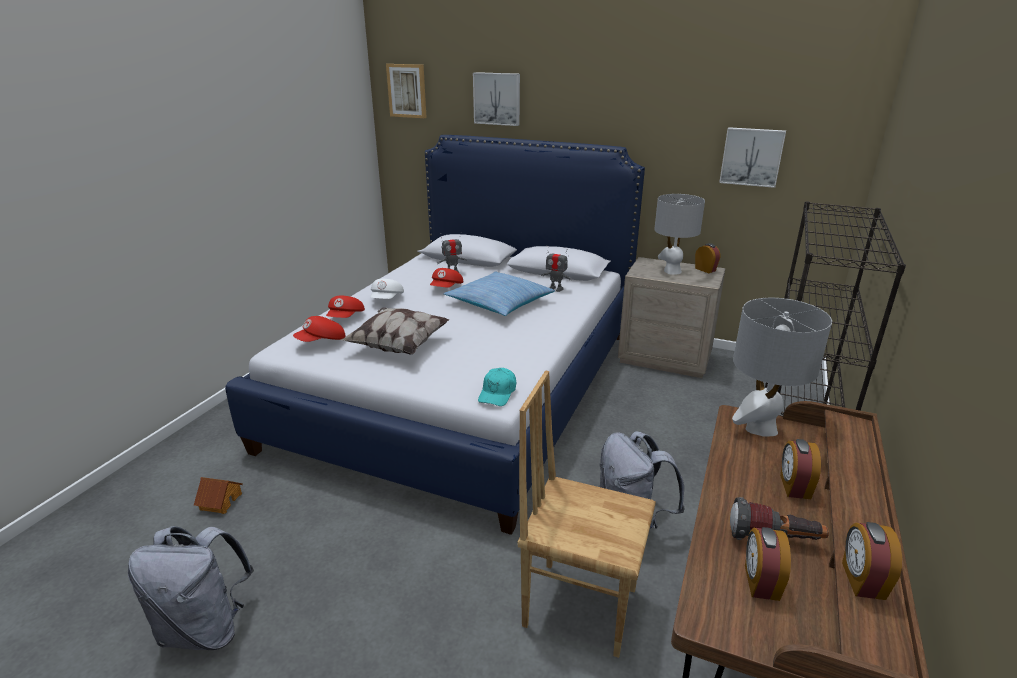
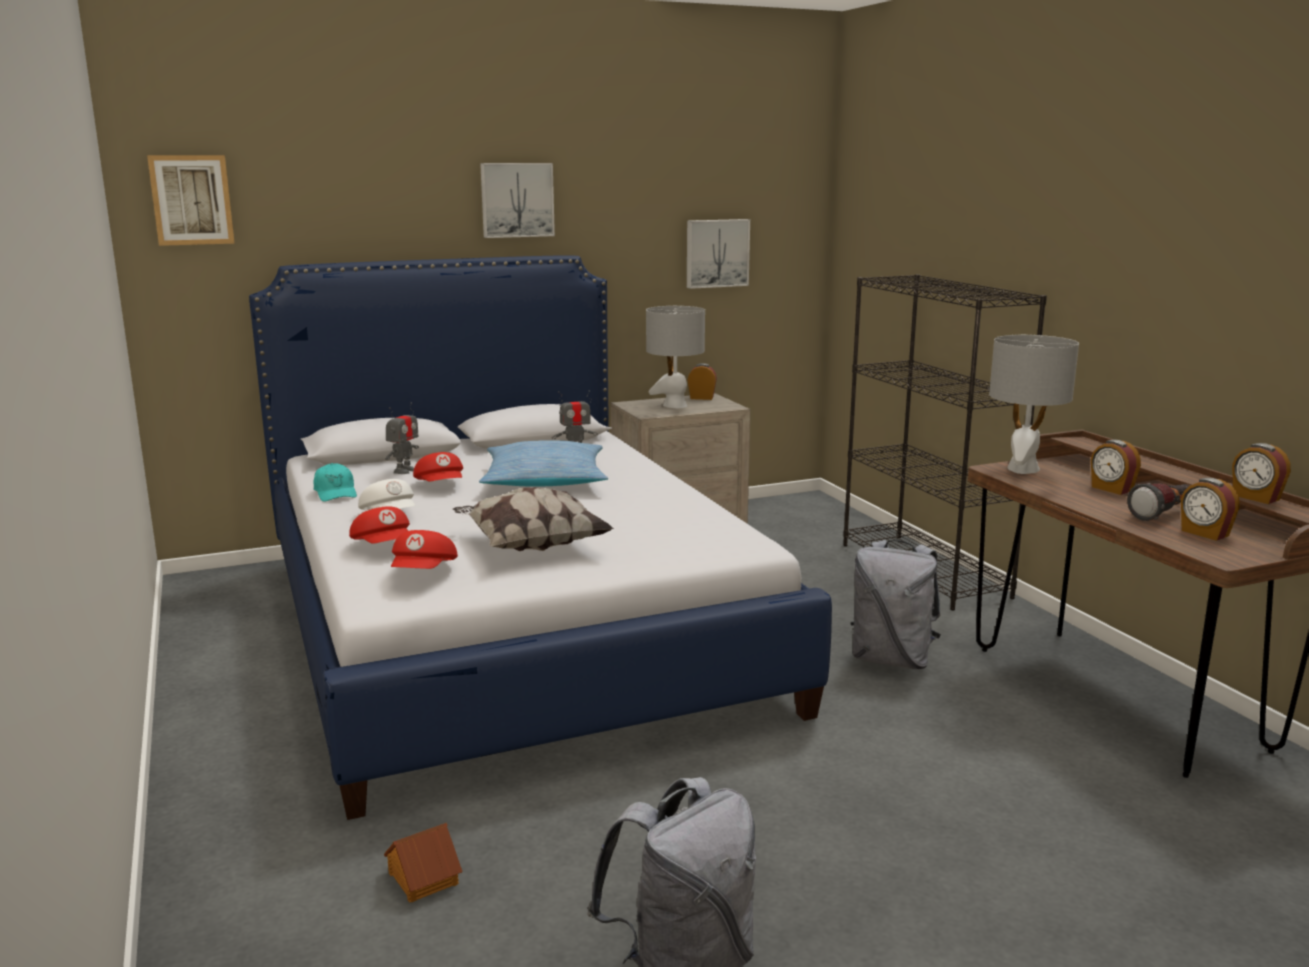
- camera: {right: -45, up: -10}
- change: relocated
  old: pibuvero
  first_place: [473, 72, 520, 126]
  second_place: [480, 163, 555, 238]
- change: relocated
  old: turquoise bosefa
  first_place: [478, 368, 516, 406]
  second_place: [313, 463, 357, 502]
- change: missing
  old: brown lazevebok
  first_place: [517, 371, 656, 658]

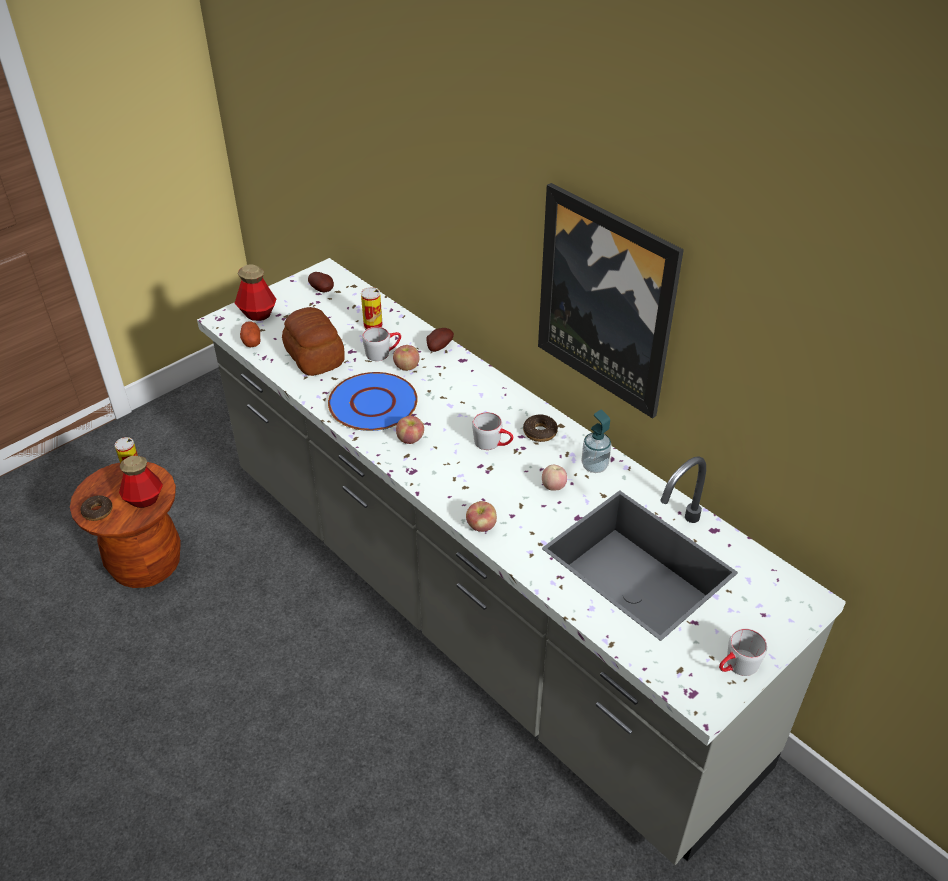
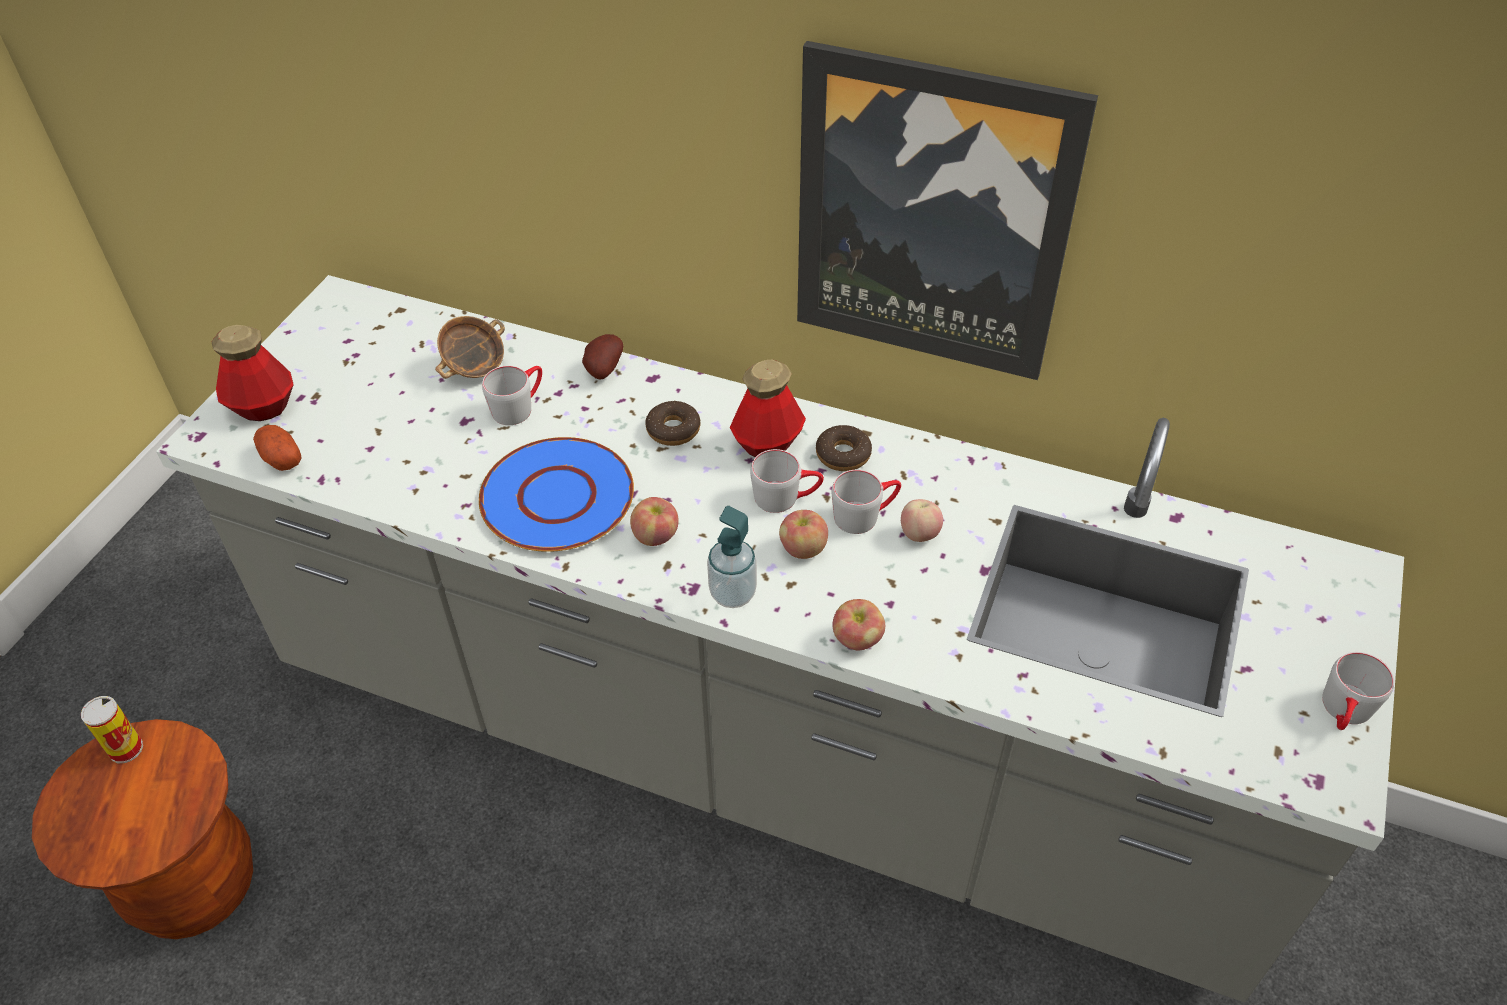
- camera: {right: -25, up: 5}
- change: missing
  old: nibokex
  first_place: [308, 272, 334, 292]
- change: exchanged
  old: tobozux
  new: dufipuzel
  first_place: [361, 287, 383, 330]
  second_place: [435, 316, 505, 379]
- change: missing
  old: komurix
  first_place: [282, 307, 345, 376]
- change: relocated
  old: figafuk
  first_place: [393, 345, 420, 371]
  second_place: [779, 510, 828, 559]
- change: relocated
  old: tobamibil
  first_place: [581, 410, 611, 473]
  second_place: [707, 506, 757, 608]
- change: relocated
  old: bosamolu
  first_place: [119, 456, 163, 508]
  second_place: [730, 360, 806, 457]
- change: relocated
  old: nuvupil
  first_place: [80, 495, 113, 521]
  second_place: [645, 400, 700, 446]
- change: appeared
  new: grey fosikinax
  second_place: [832, 470, 901, 534]

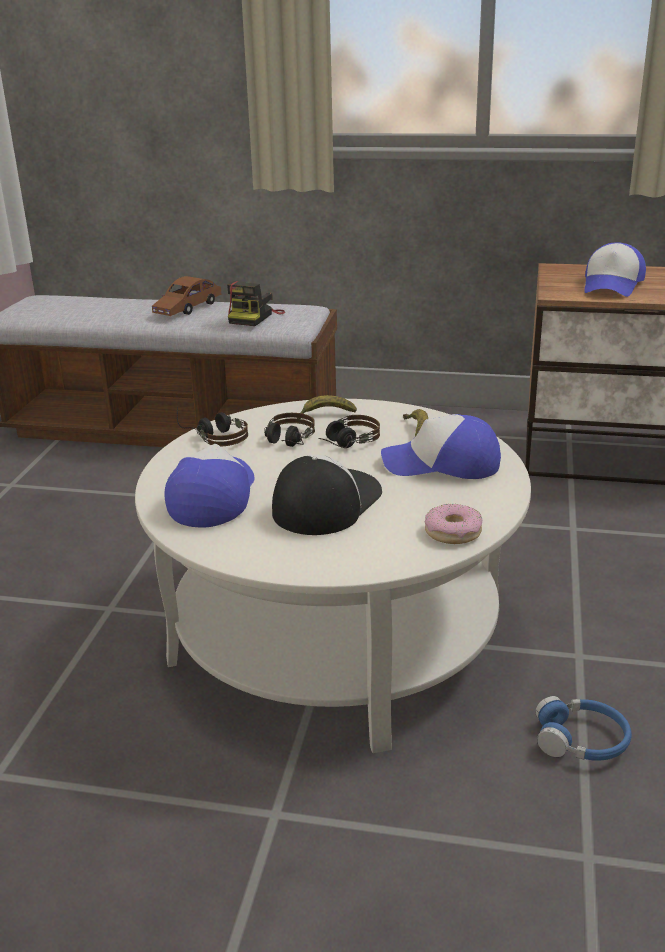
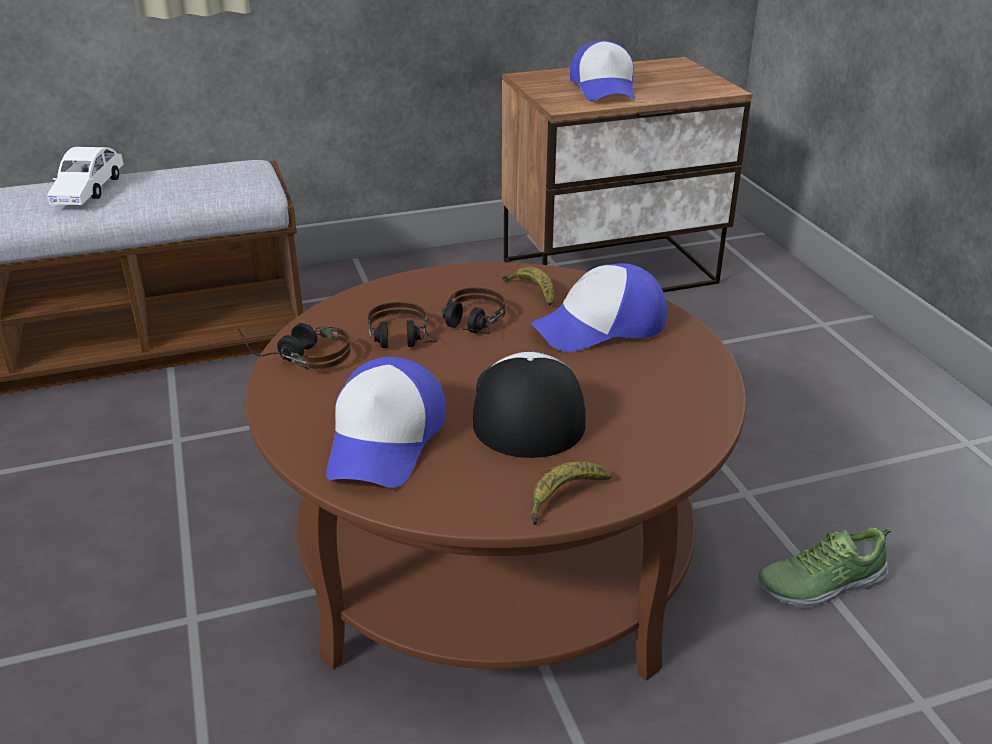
- camera: {right: -30, up: 5}
- change: colour
  old: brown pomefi
  new: white pomefi
  first_place: [152, 276, 222, 316]
  second_place: [47, 147, 123, 205]
- change: missing
  old: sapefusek
  first_place: [227, 281, 285, 326]
- change: relocated
  old: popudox
  first_place: [296, 395, 357, 419]
  second_place: [531, 461, 611, 525]
- change: colour
  old: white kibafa
  new: brown kibafa
  first_place: [135, 399, 531, 753]
  second_place: [246, 262, 746, 681]
- change: spun
  old: bosefa
  first_place: [164, 444, 255, 528]
  second_place: [326, 357, 446, 488]
  degrees: -150
- change: missing
  old: nuvupil
  first_place: [425, 504, 482, 544]
- change: exchanged
  old: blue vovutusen
  new: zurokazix
  first_place: [535, 696, 632, 761]
  second_place: [758, 527, 891, 609]

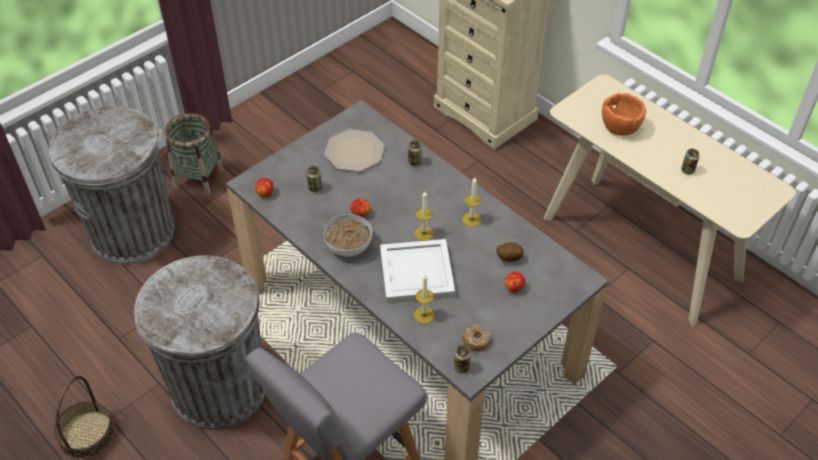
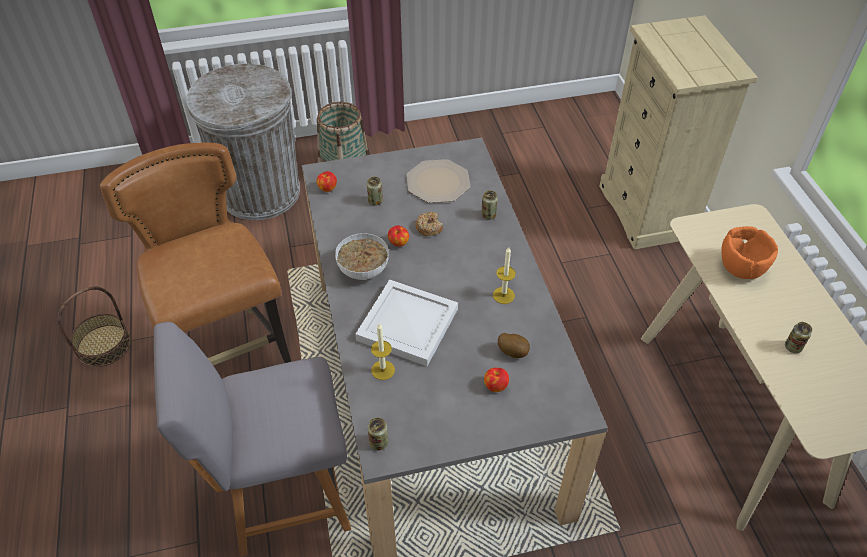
- camera: {right: 30, up: 0}
- change: missing
  old: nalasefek
  first_place: [415, 191, 434, 241]
- change: exchanged
  old: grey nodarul
  new: brown lazevebok
  first_place: [134, 255, 265, 430]
  second_place: [100, 142, 291, 365]
- change: relocated
  old: nuvupil
  first_place: [462, 324, 491, 351]
  second_place: [415, 212, 443, 236]

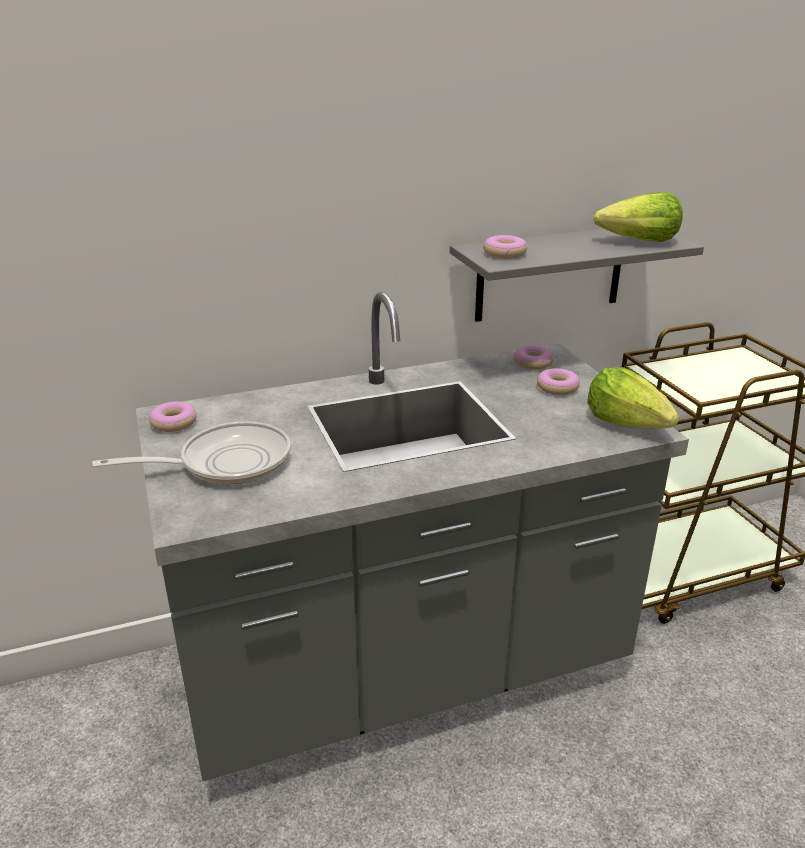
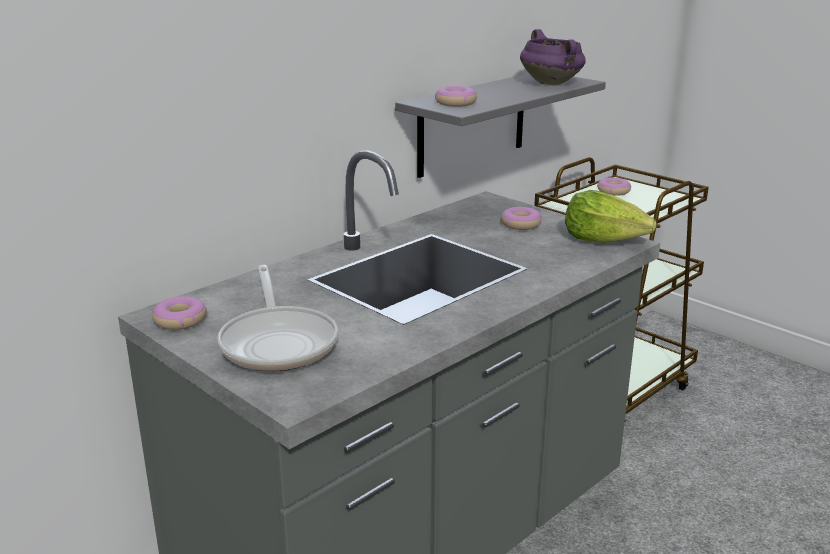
- camera: {right: -25, up: -5}
- change: exchanged
  old: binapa
  new: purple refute
  first_place: [593, 192, 683, 242]
  second_place: [520, 29, 586, 85]
- change: relocated
  old: nuvupil
  first_place: [513, 345, 554, 370]
  second_place: [597, 177, 631, 196]
- change: spun
  old: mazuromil
  first_place: [92, 421, 291, 484]
  second_place: [217, 265, 338, 371]
  degrees: 120

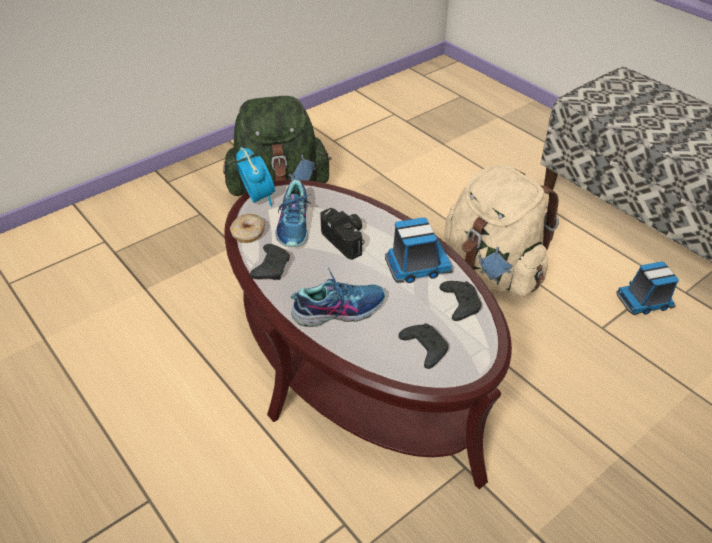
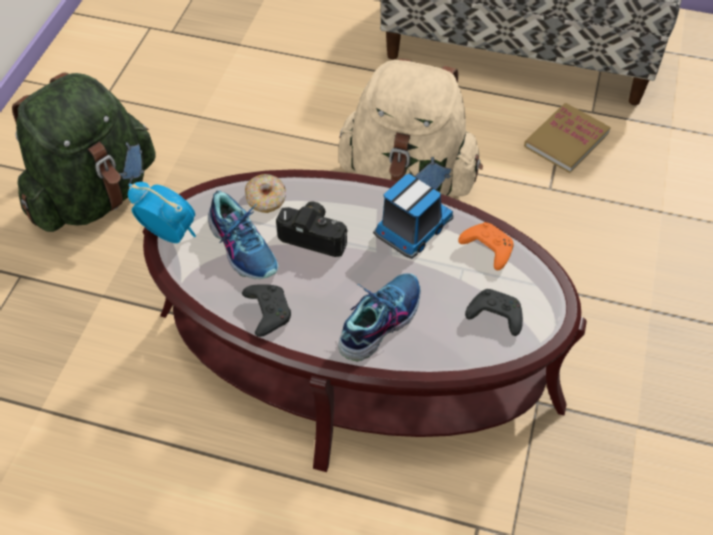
- camera: {right: -35, up: 10}
- change: relocated
  old: nuvupil
  first_place: [230, 214, 265, 243]
  second_place: [245, 174, 286, 213]
- change: exchanged
  old: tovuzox
  new: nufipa
  first_place: [616, 261, 679, 315]
  second_place: [524, 103, 611, 173]
- change: colour
  old: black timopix
  new: orange timopix
  first_place: [439, 281, 482, 321]
  second_place: [458, 222, 514, 270]

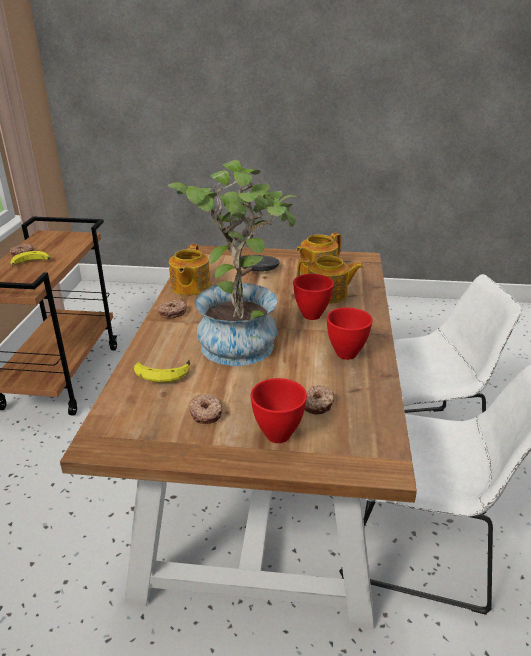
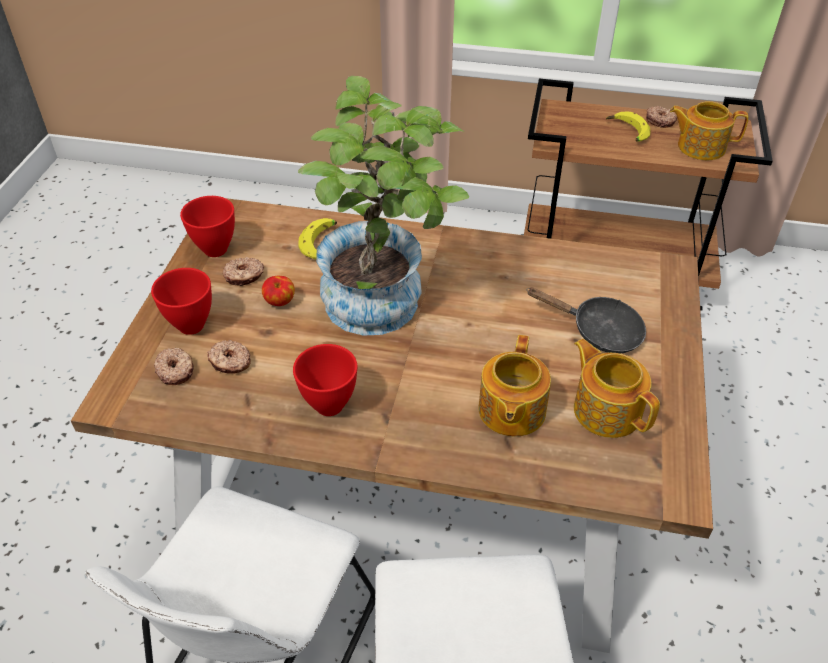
- camera: {right: 95, up: 15}
- change: relocated
  old: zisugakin
  first_place: [169, 244, 211, 296]
  second_place: [670, 101, 749, 160]
- change: relocated
  old: red dufipuzel
  first_place: [293, 274, 334, 320]
  second_place: [180, 196, 235, 257]
- change: relocated
  old: nuvupil
  first_place: [157, 300, 187, 319]
  second_place: [154, 348, 194, 385]
- change: appeared
  new: figafuk
  second_place: [262, 276, 295, 306]

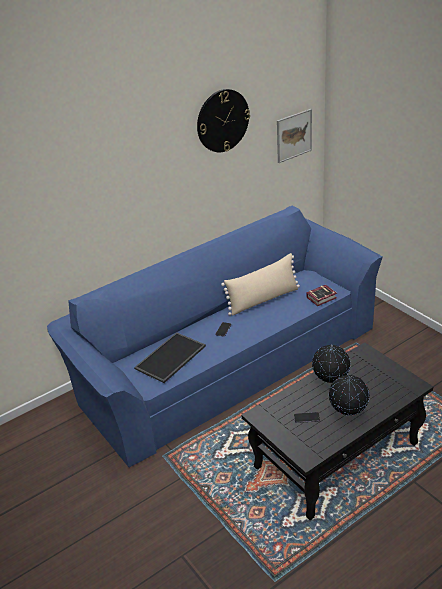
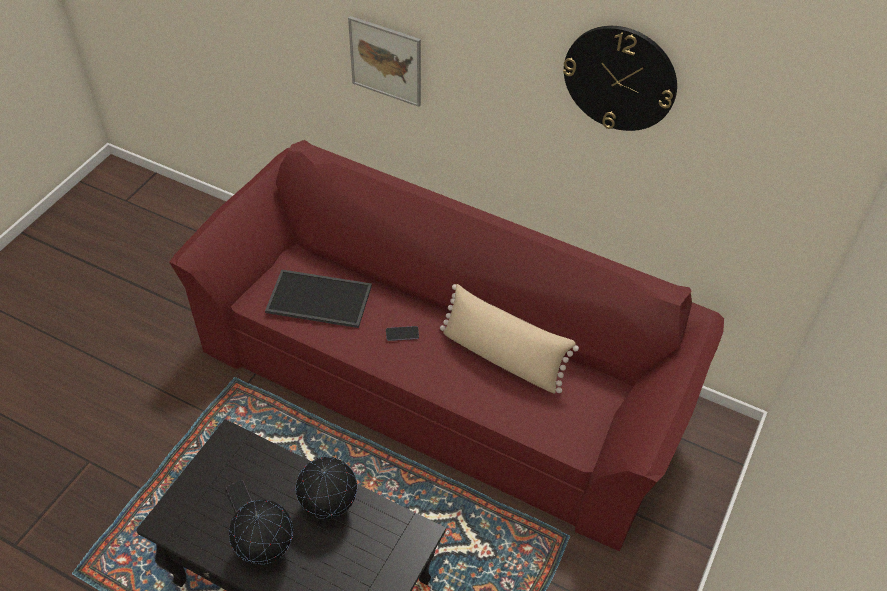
- camera: {right: 60, up: 15}
- change: relocated
  old: pibuvero
  first_place: [277, 109, 312, 163]
  second_place: [348, 16, 421, 107]
- change: colour
  old: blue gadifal
  new: red gadifal
  first_place: [47, 206, 382, 467]
  second_place: [169, 140, 724, 551]
- change: missing
  old: nufipa
  first_place: [306, 285, 337, 306]

